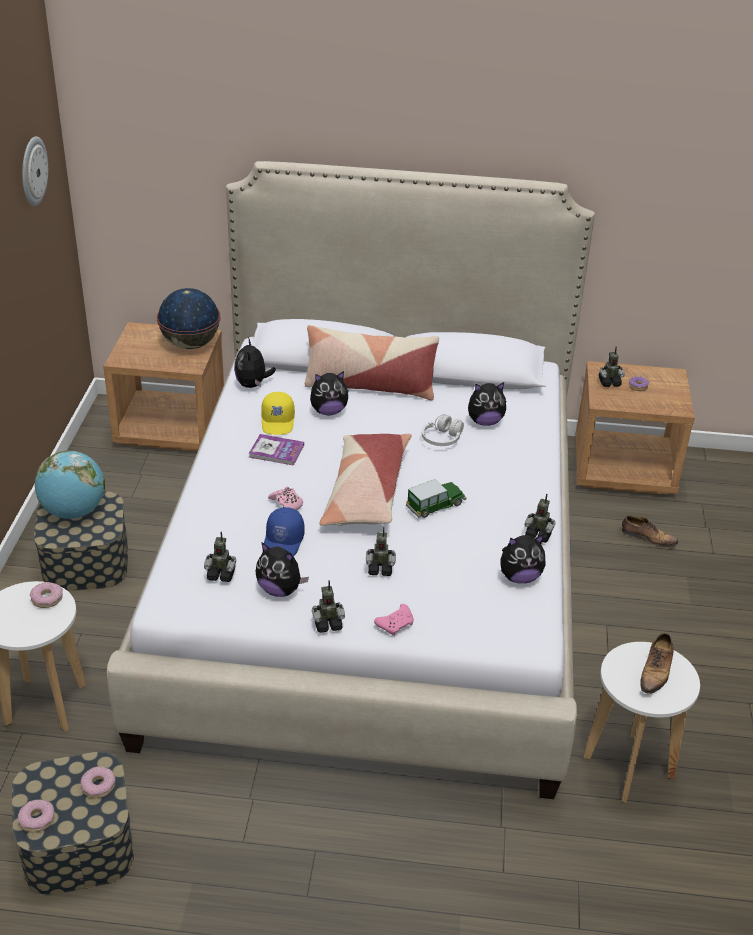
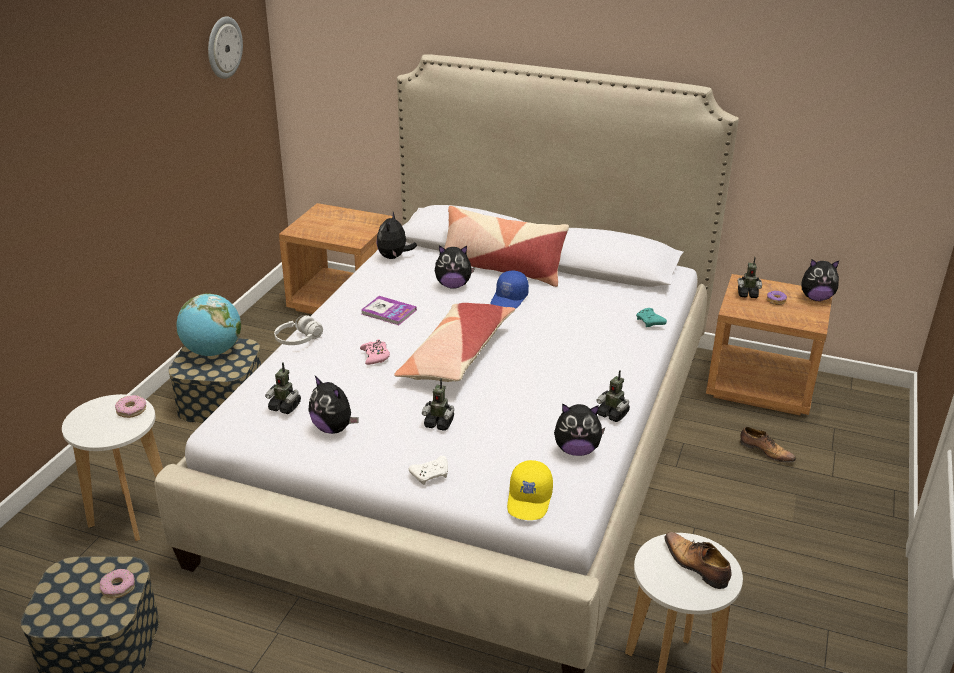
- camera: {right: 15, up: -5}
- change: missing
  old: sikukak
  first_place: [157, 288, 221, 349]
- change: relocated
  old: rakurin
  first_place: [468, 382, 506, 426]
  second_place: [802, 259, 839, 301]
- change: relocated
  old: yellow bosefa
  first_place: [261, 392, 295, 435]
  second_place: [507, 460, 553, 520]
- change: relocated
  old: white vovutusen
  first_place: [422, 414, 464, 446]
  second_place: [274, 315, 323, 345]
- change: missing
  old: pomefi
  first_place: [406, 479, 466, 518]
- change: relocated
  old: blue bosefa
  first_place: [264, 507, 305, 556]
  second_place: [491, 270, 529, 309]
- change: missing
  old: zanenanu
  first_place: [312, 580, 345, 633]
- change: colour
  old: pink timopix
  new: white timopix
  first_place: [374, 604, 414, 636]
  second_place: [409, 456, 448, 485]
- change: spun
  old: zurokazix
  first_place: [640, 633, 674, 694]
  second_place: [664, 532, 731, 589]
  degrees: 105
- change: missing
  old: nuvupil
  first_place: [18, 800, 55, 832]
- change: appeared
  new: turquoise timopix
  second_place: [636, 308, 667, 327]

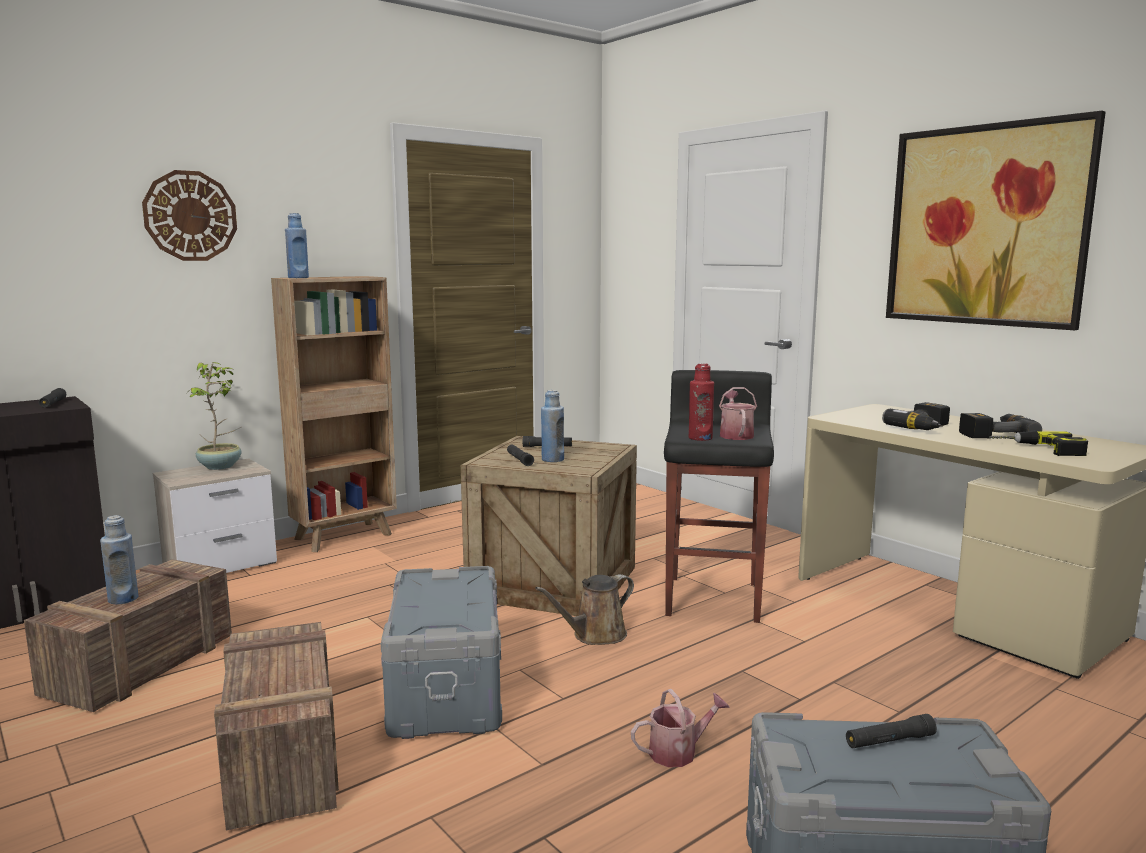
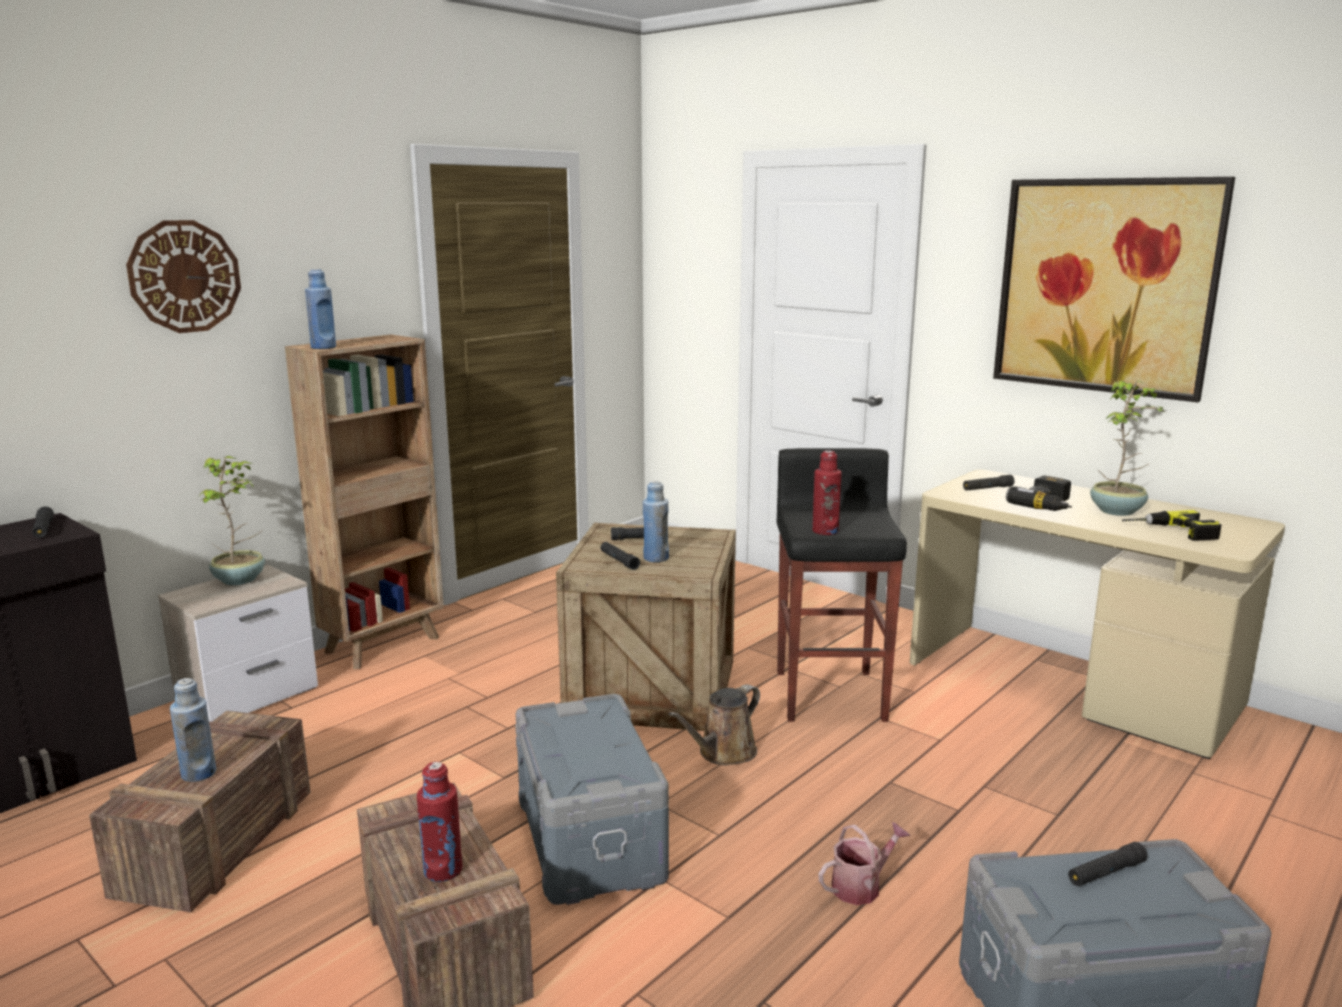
- camera: {right: -10, up: 5}
- change: missing
  old: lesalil
  first_place: [719, 387, 757, 440]
- change: exchanged
  old: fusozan
  new: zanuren
  first_place: [959, 413, 1042, 438]
  second_place: [1090, 381, 1166, 516]
- change: appeared
  new: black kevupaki
  second_place: [963, 475, 1015, 490]
- change: appeared
  new: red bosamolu
  second_place: [417, 762, 462, 882]

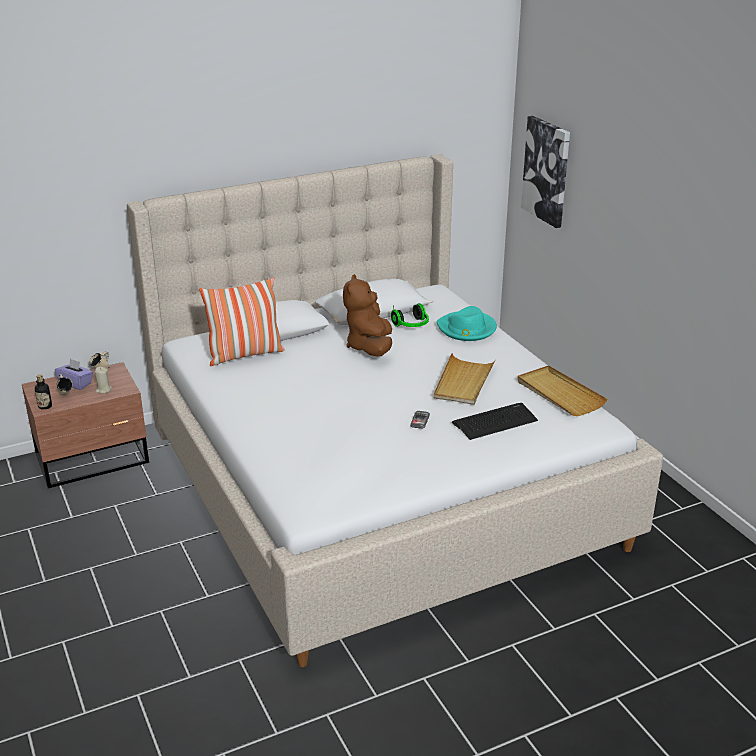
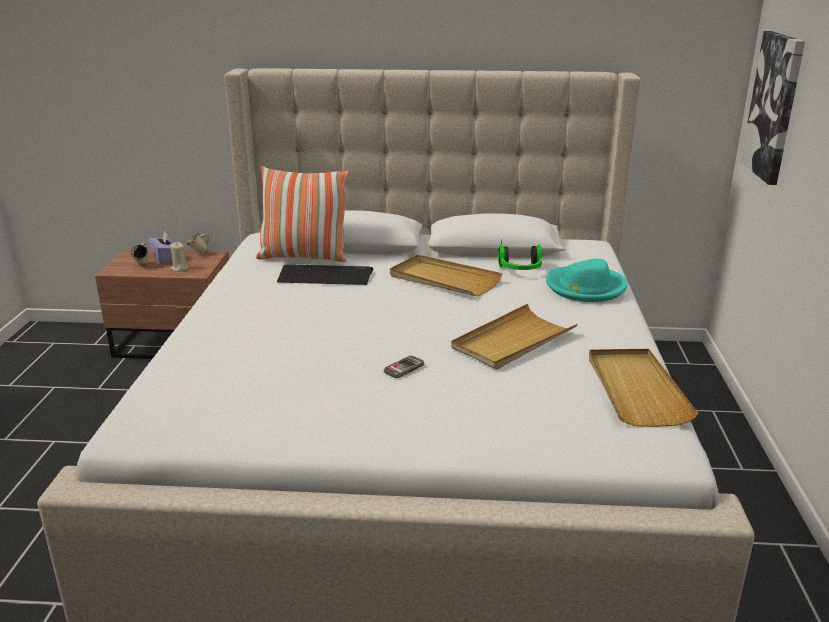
- camera: {right: 30, up: -5}
- change: exchanged
  old: brown rakurin
  new: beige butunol
  first_place: [343, 274, 392, 356]
  second_place: [390, 255, 503, 296]
- change: missing
  old: bosamolu
  first_place: [35, 374, 52, 410]
- change: relocated
  old: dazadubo
  first_place: [452, 403, 538, 440]
  second_place: [277, 264, 373, 285]

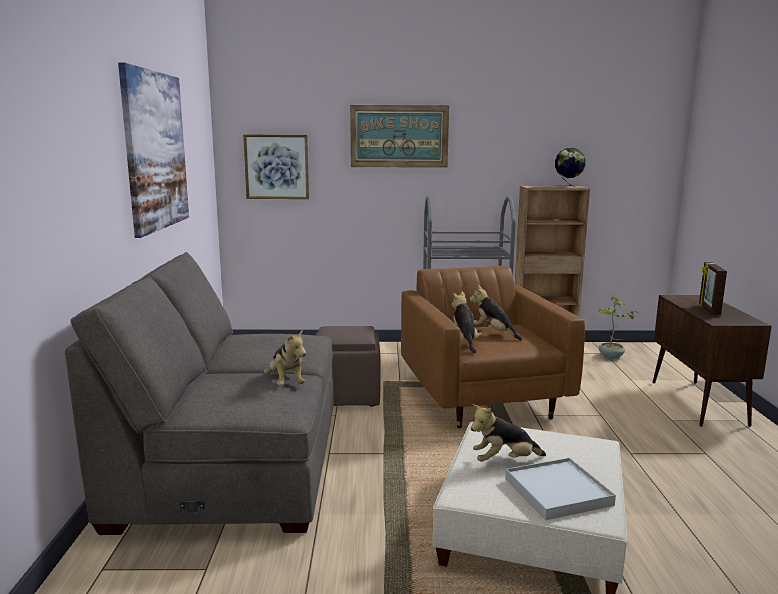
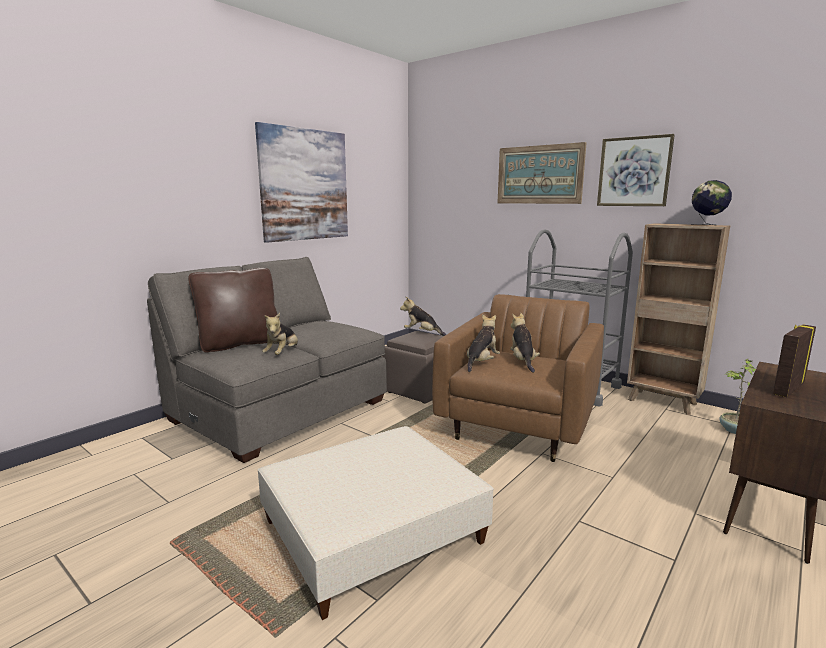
- camera: {right: 40, up: 0}
- change: relocated
  old: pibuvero
  first_place: [243, 135, 309, 199]
  second_place: [597, 134, 675, 206]
- change: relocated
  old: rakurin
  first_place: [471, 404, 546, 462]
  second_place: [400, 297, 446, 336]
- change: missing
  old: white butunol
  first_place: [505, 458, 616, 520]
- change: appeared
  new: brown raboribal
  second_place: [188, 268, 277, 353]

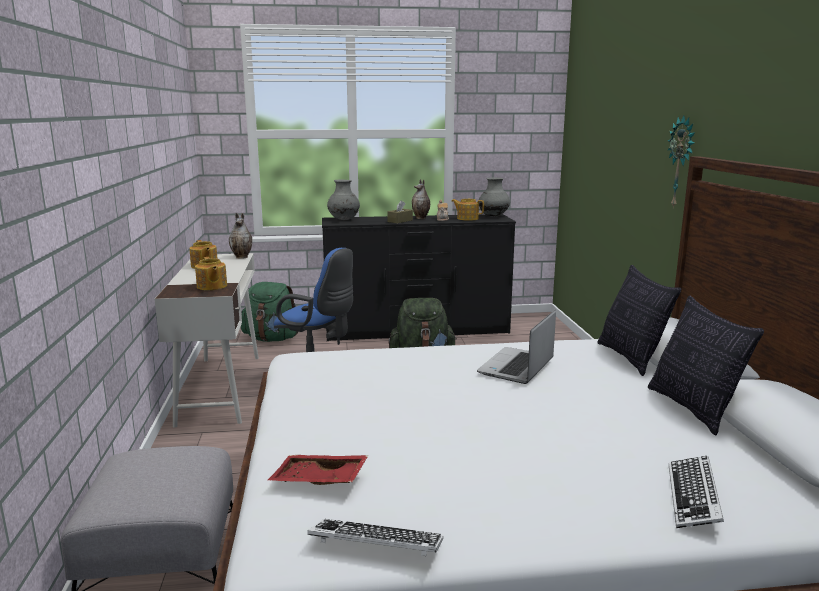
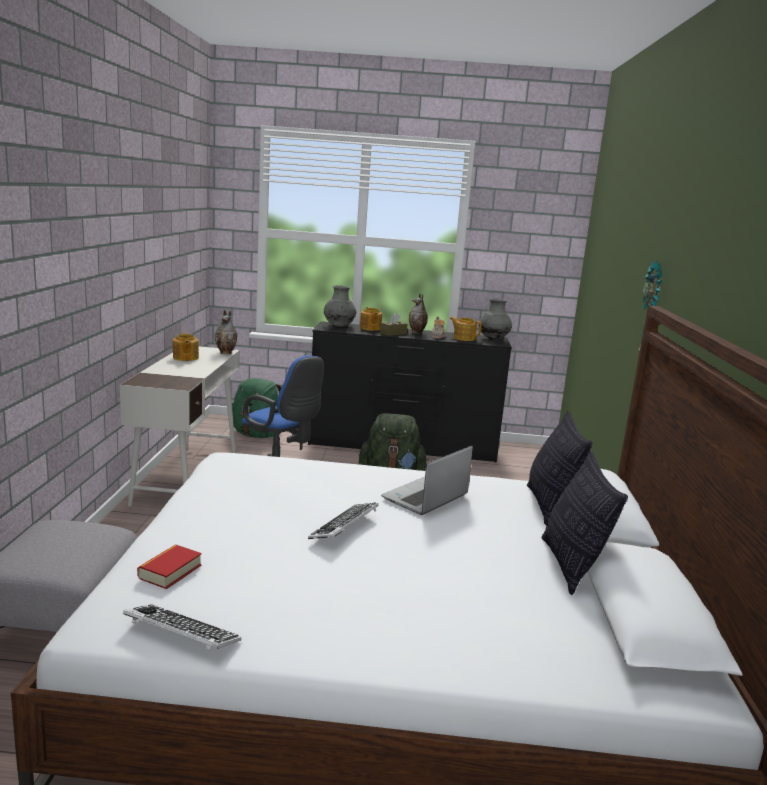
- camera: {right: 10, up: 0}
- change: relocated
  old: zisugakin
  first_place: [195, 257, 227, 290]
  second_place: [360, 307, 382, 331]
- change: exchanged
  old: red butunol
  new: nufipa
  first_place: [268, 455, 369, 485]
  second_place: [137, 544, 202, 589]
- change: relocated
  old: dazadubo
  first_place: [669, 456, 724, 528]
  second_place: [308, 502, 379, 539]

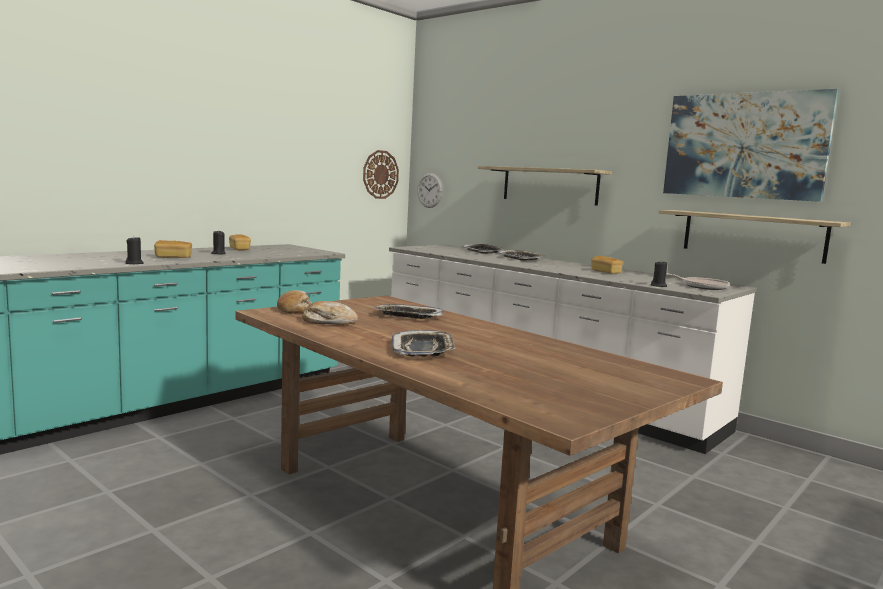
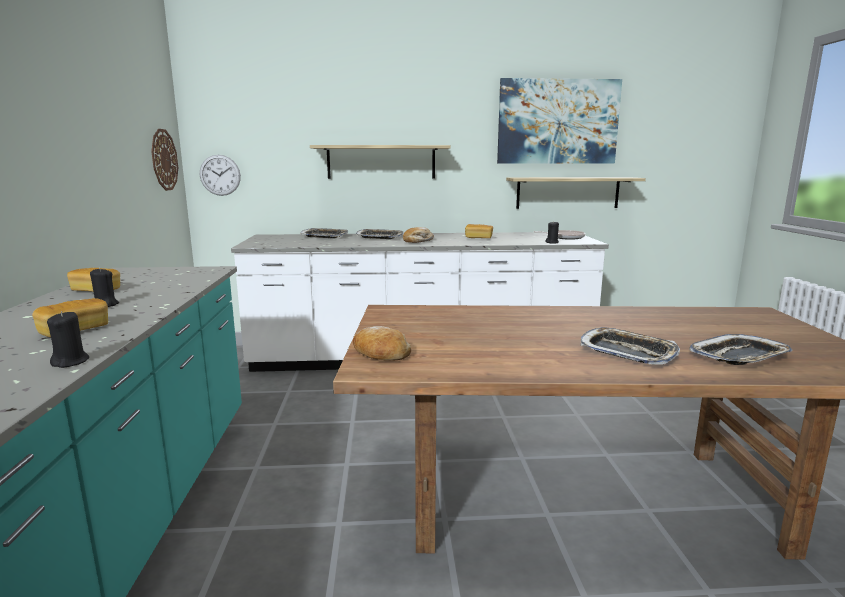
- camera: {right: -45, up: 5}
- change: relocated
  old: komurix
  first_place: [302, 301, 358, 325]
  second_place: [403, 227, 434, 243]
- change: relocated
  old: butunol
  first_place: [373, 304, 443, 319]
  second_place: [689, 334, 793, 365]

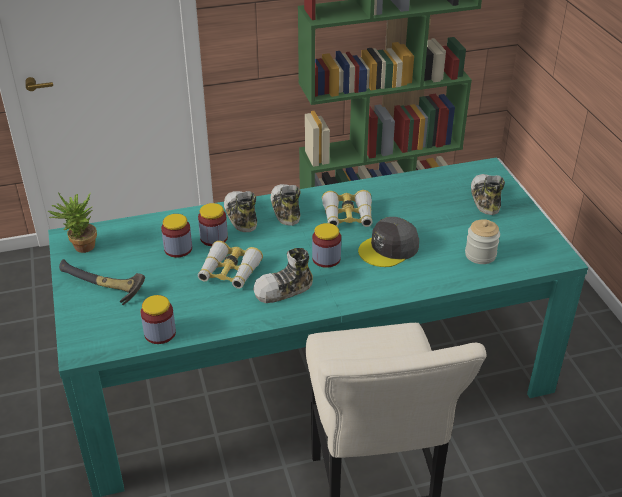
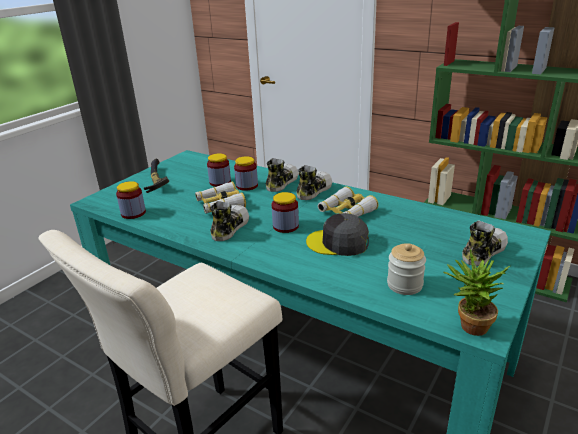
- camera: {right: 50, up: -10}
- change: relocated
  old: zanuren
  first_place: [48, 193, 97, 253]
  second_place: [443, 249, 510, 336]
- change: spun
  old: zurokazix
  first_place: [253, 248, 313, 303]
  second_place: [210, 201, 249, 241]
  degrees: 90

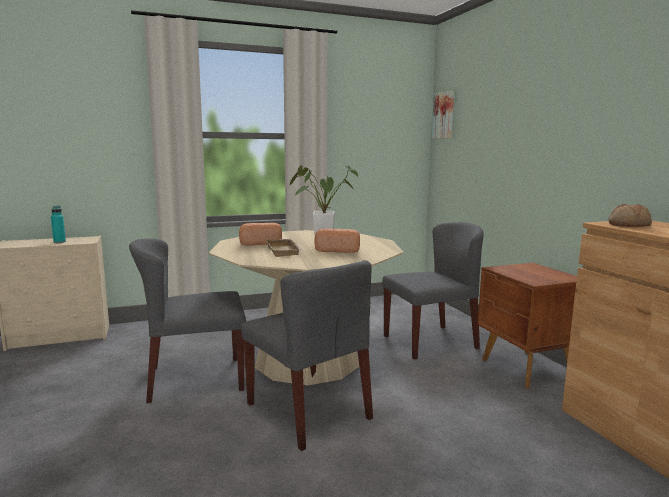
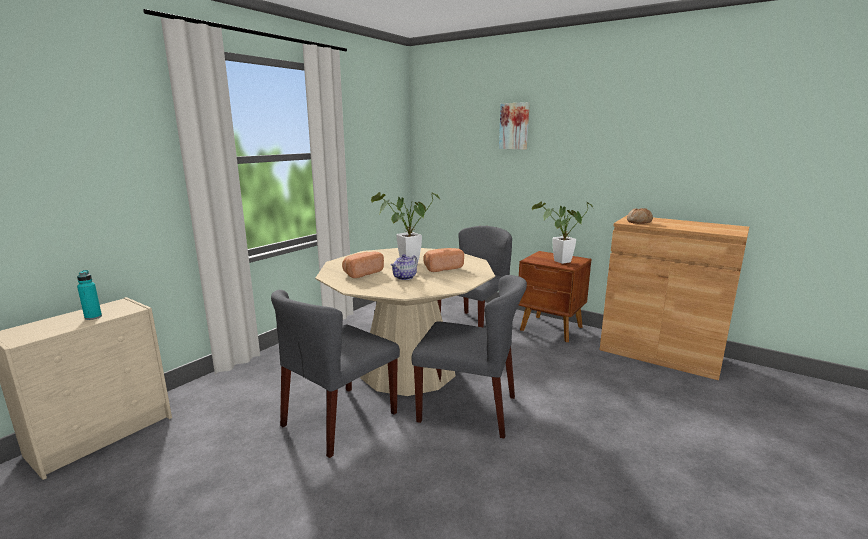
- camera: {right: -35, up: 5}
- change: relocated
  old: pibuvero
  first_place: [432, 91, 454, 139]
  second_place: [499, 102, 530, 150]
- change: exchanged
  old: beige butunol
  new: zisugakin
  first_place: [266, 239, 302, 257]
  second_place: [391, 254, 418, 280]
- change: appeared
  new: zanuren
  second_place: [532, 201, 593, 264]

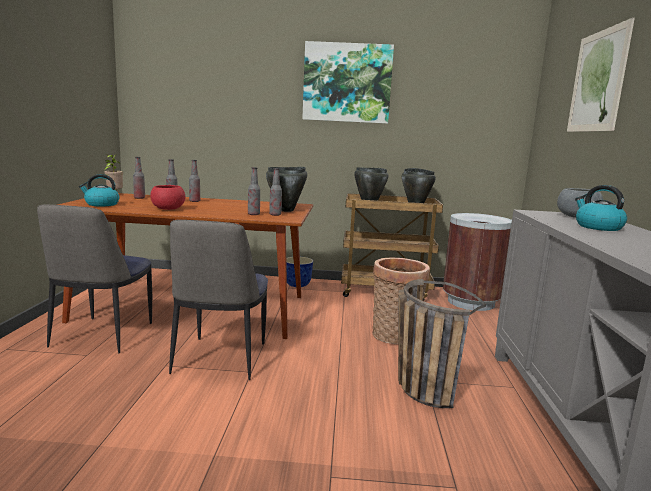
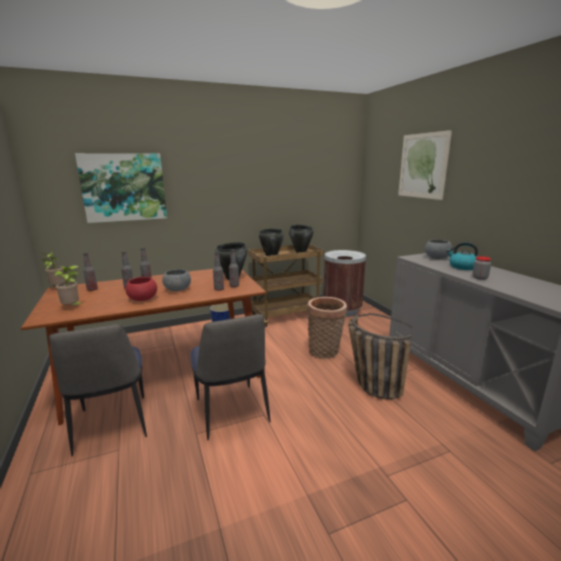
- camera: {right: -25, up: 5}
- change: relocated
  old: pibuvero
  first_place: [302, 41, 394, 124]
  second_place: [75, 153, 167, 223]
- change: exchanged
  old: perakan
  new: zanuren
  first_place: [79, 174, 119, 206]
  second_place: [54, 265, 84, 305]
- change: appeared
  new: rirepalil
  second_place: [472, 256, 491, 280]
- change: appeared
  new: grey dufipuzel
  second_place: [162, 269, 191, 291]

